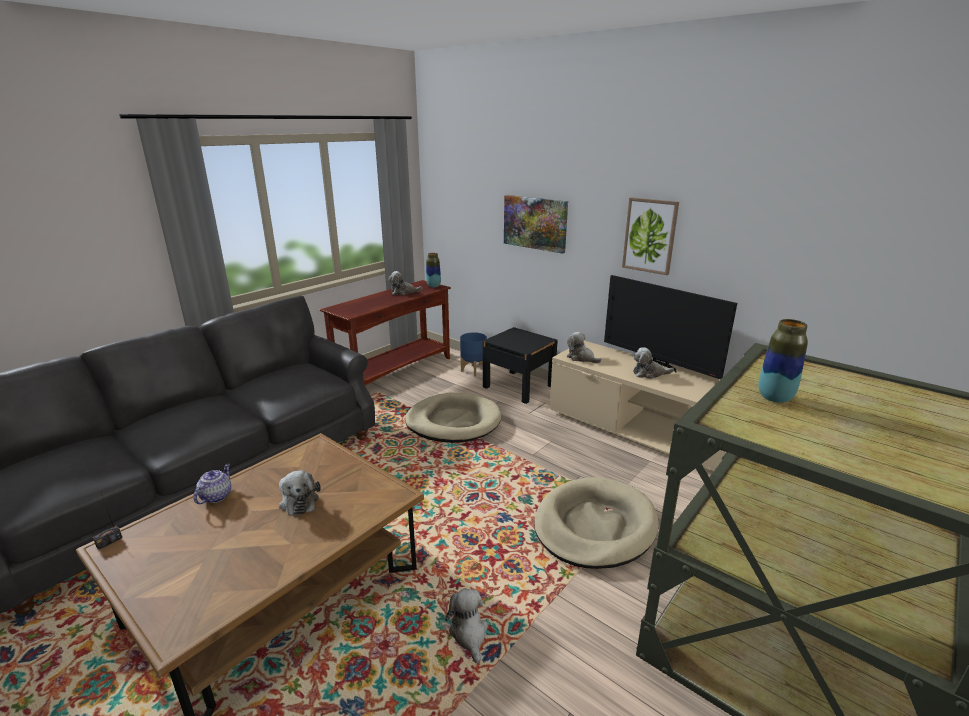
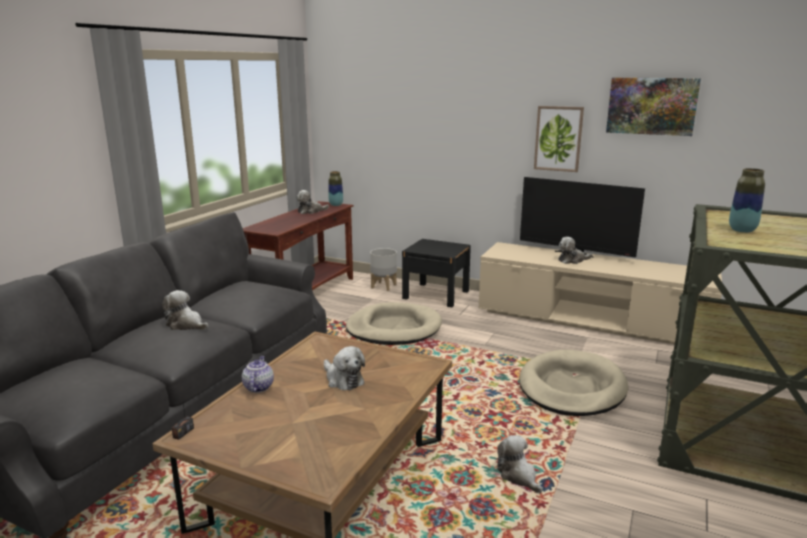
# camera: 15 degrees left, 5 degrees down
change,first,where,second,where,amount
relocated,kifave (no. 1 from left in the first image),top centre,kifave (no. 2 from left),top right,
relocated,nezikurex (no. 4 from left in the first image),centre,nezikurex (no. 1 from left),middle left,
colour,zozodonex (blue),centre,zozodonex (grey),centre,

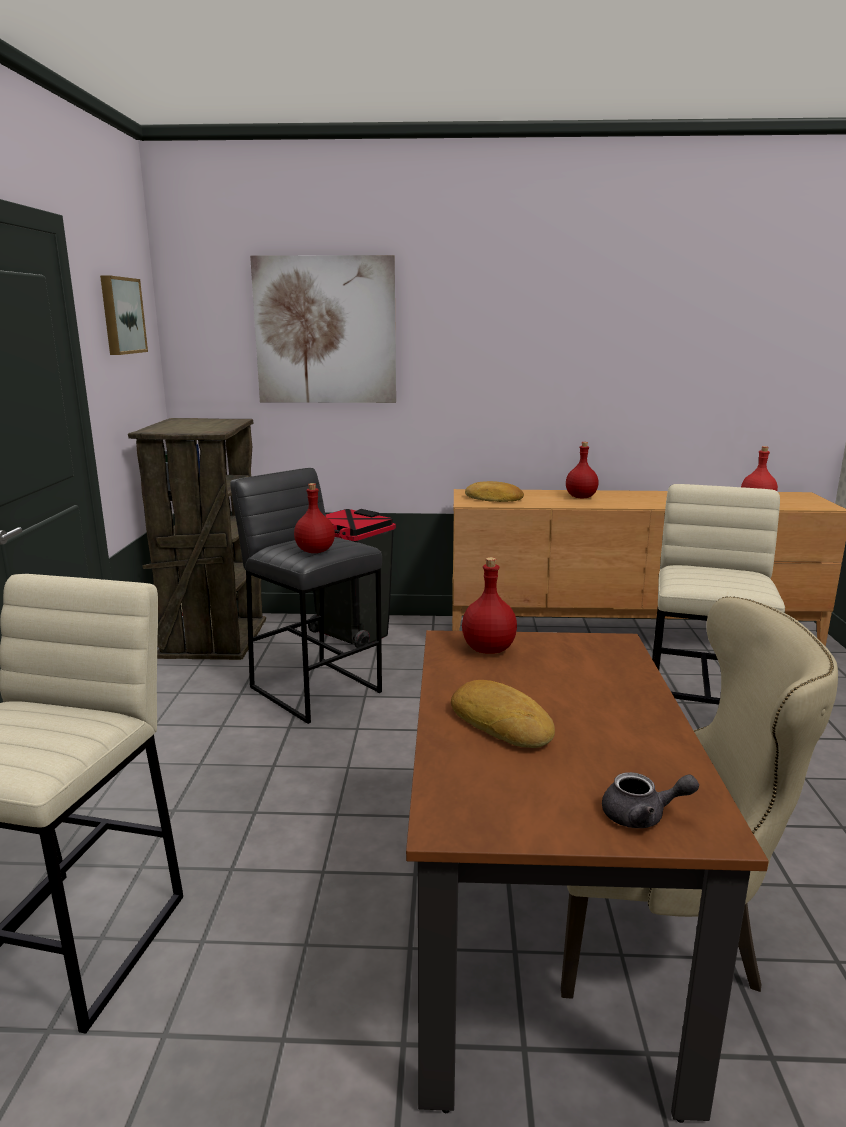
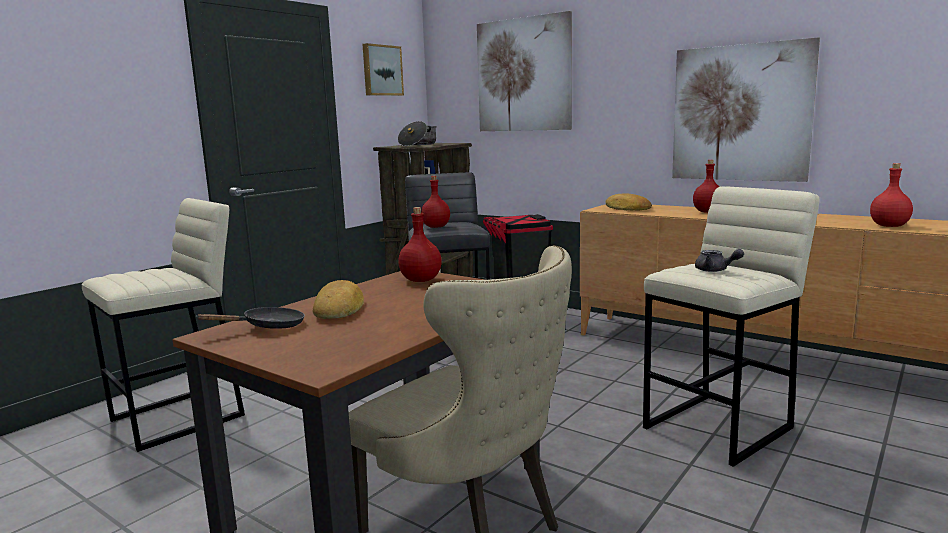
# camera: 35 degrees right, 5 degrees down
change,first,where,second,where,amount
appeared,,,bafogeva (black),middle left,
appeared,,,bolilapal,top centre,
appeared,,,kifave (no. 3 from left),top right,
relocated,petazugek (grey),bottom right,,middle right,

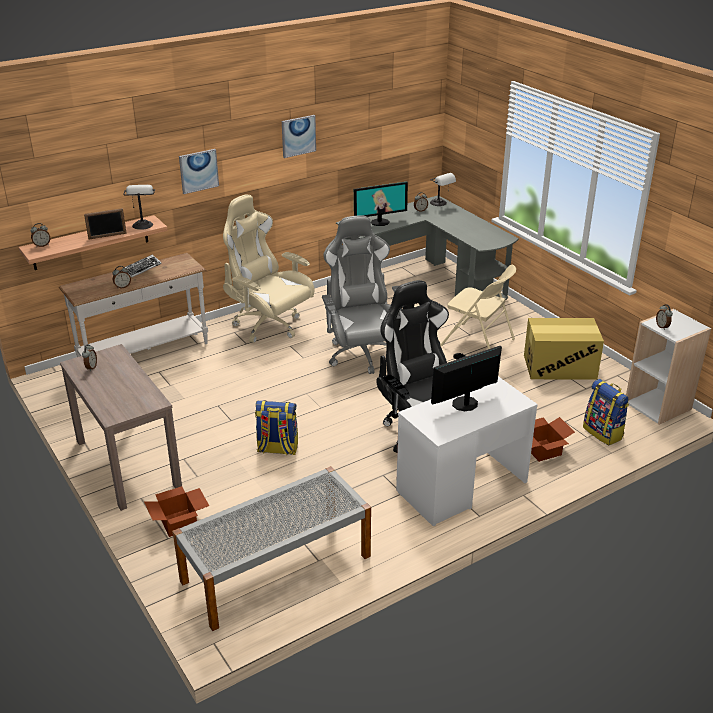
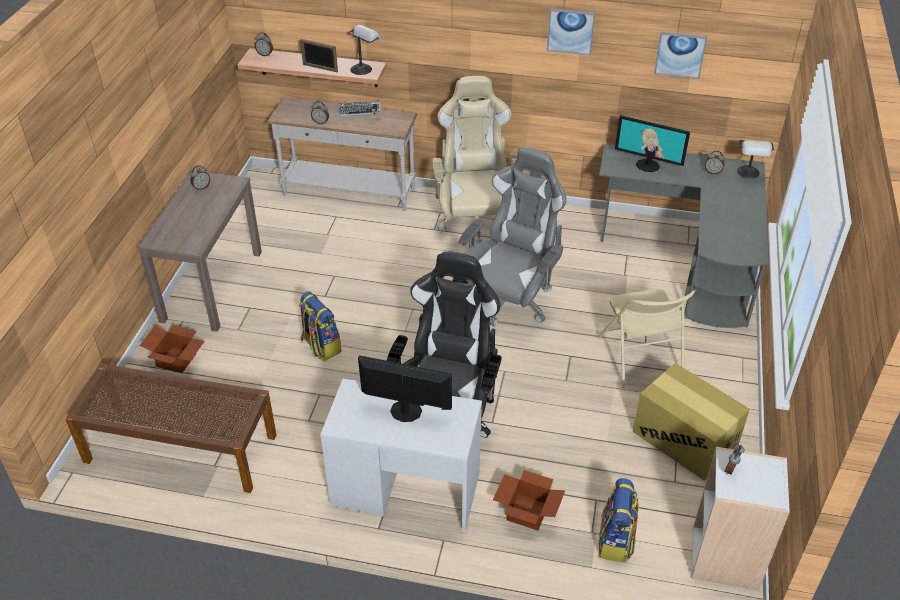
# camera: 45 degrees right, 10 degrees up
change,first,where,second,where,amount
relocated,kifave (no. 1 from left in the first image),top left,kifave (no. 2 from left),top right,
colour,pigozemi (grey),bottom centre,pigozemi (brown),bottom left,

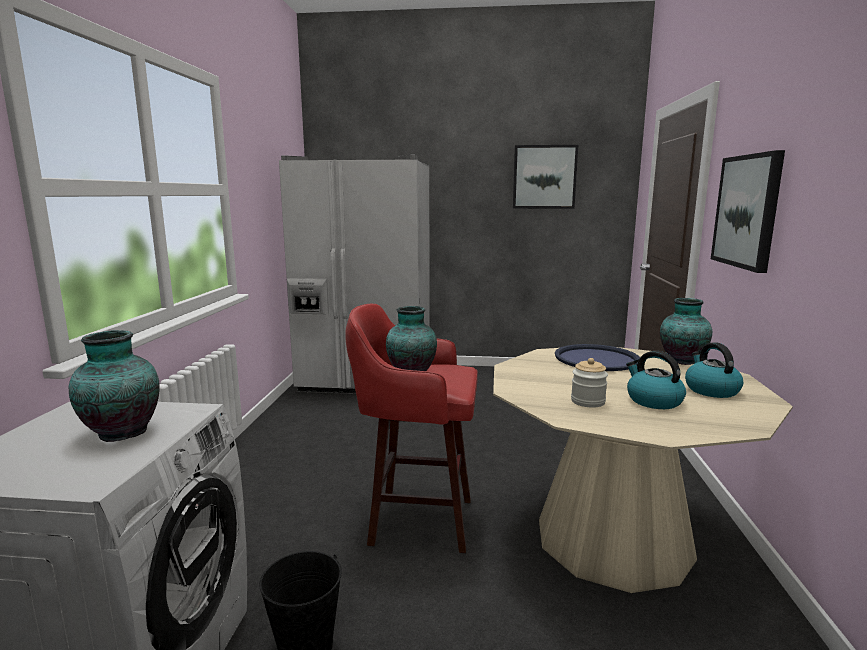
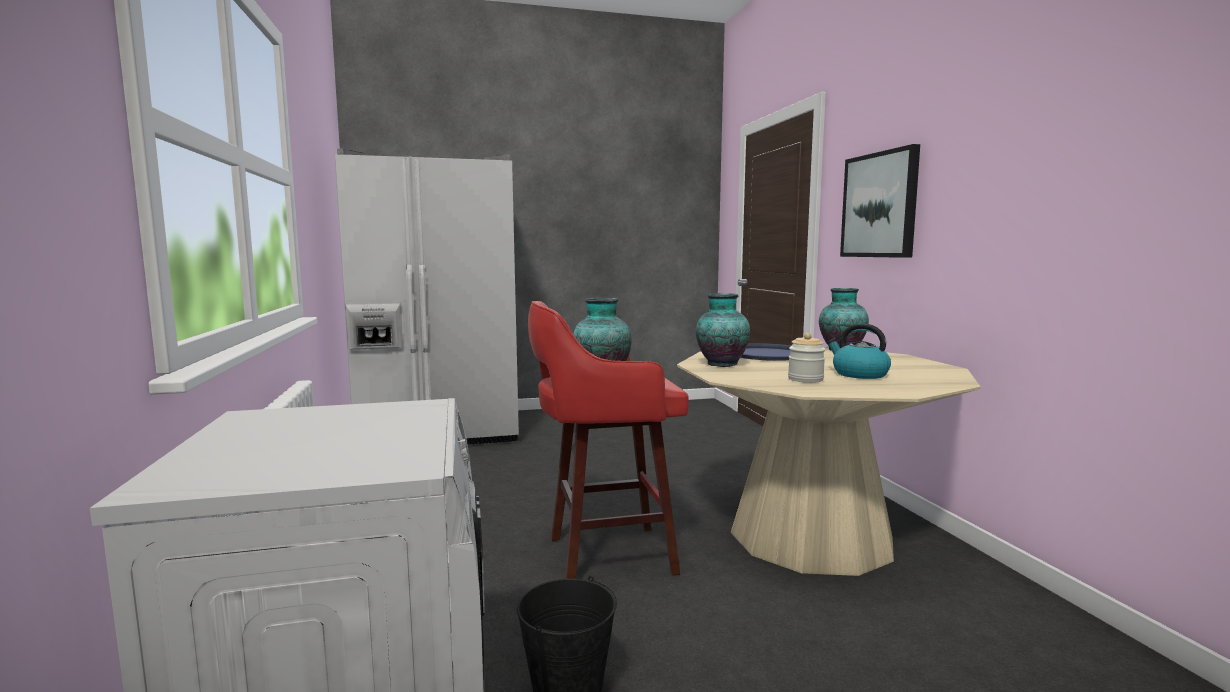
# camera: 20 degrees left, 5 degrees down
change,first,where,second,where,amount
missing,kifave (no. 1 from left),top centre,,,
missing,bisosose (no. 2 from left),middle right,,,
relocated,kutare (no. 1 from left in the first image),middle left,kutare (no. 2 from left),centre,

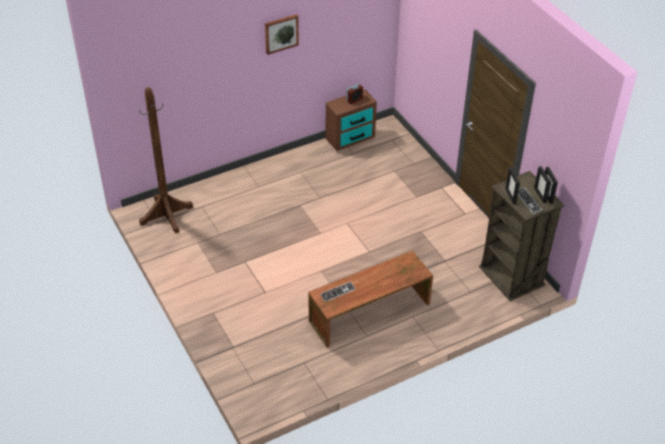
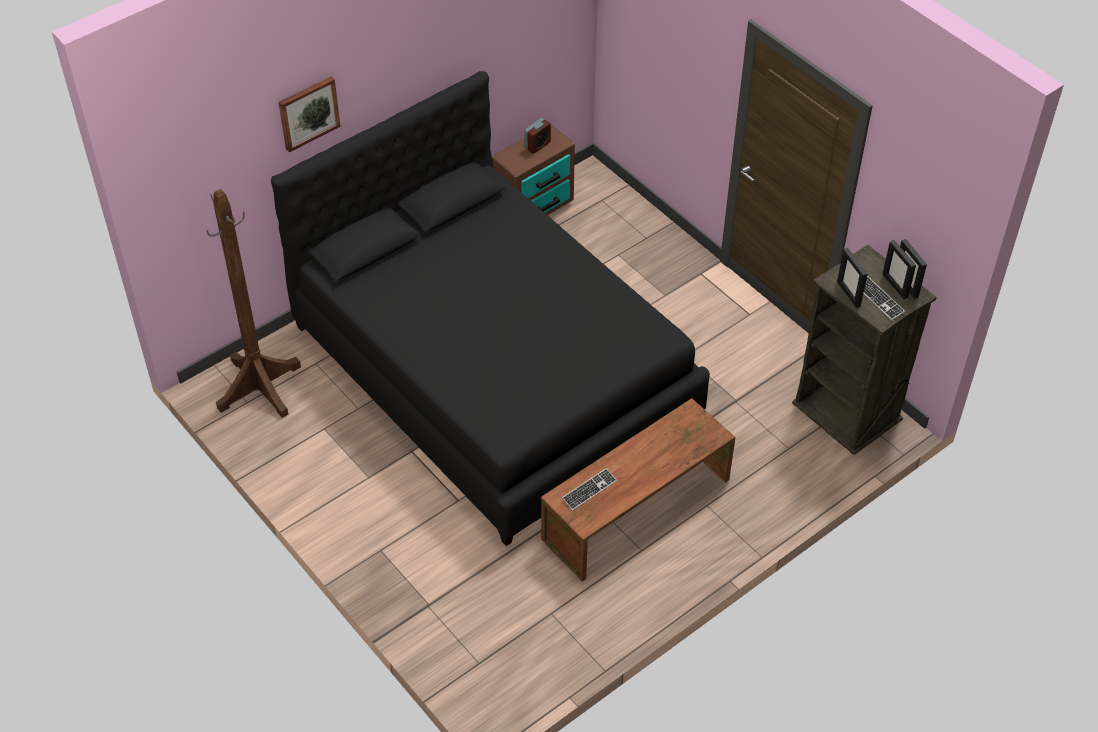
# camera: 10 degrees left, 5 degrees up
change,first,where,second,where,amount
appeared,,,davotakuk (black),centre,
relocated,kifave,top centre,,top left,

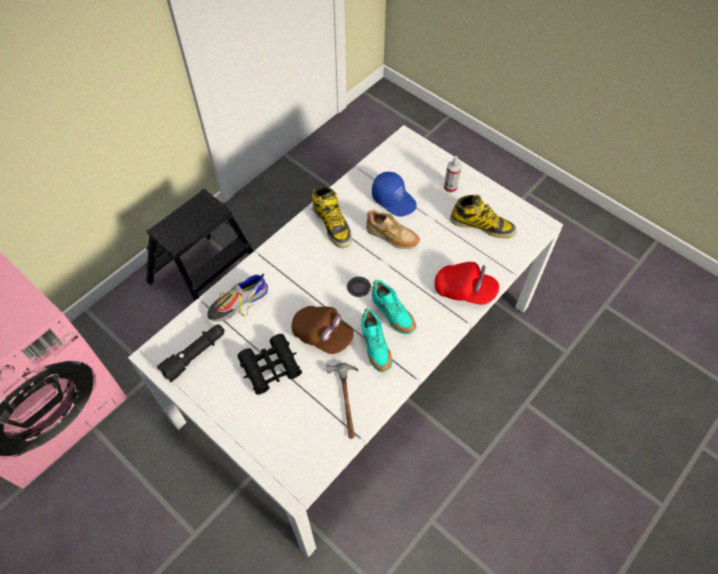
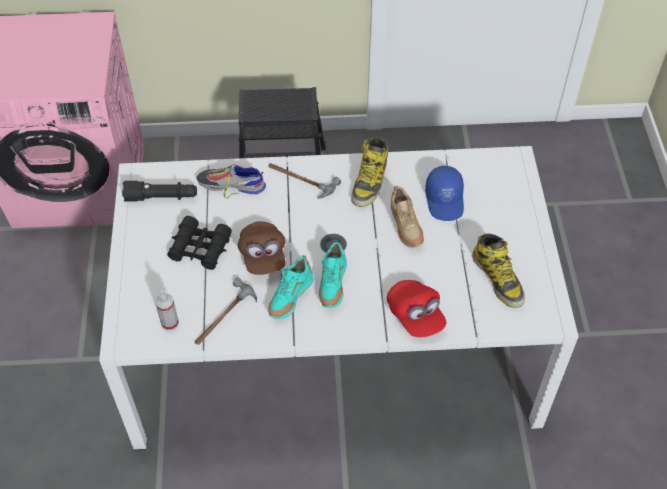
# camera: 45 degrees right, 5 degrees down
change,first,where,second,where,amount
appeared,,,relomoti (no. 2 from left),centre,
relocated,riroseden,top centre,,middle left,

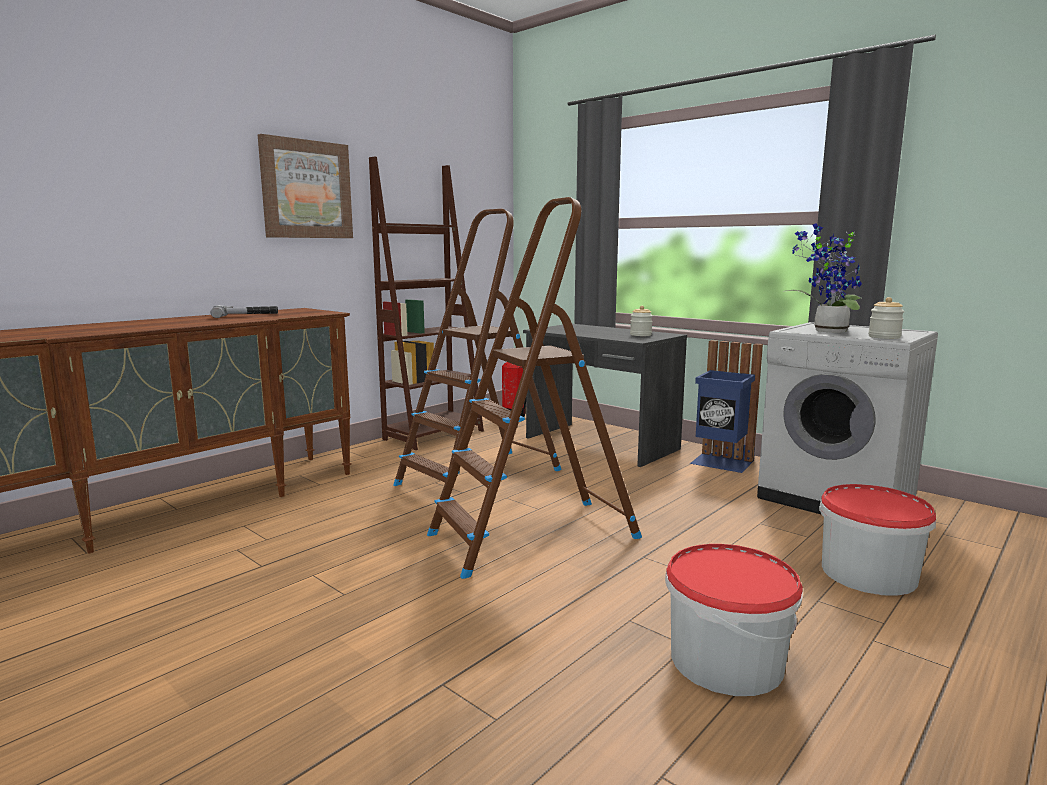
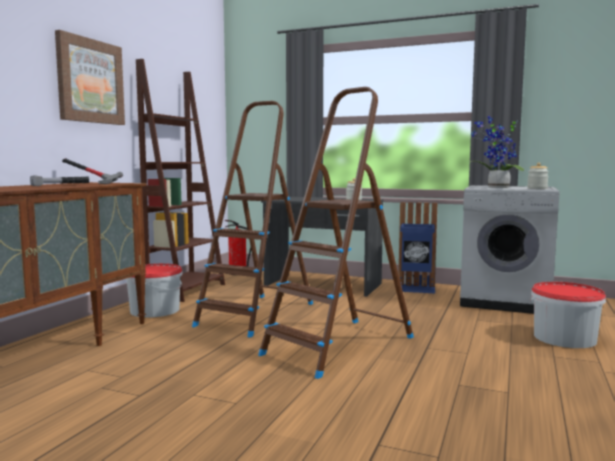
# camera: 20 degrees left, 5 degrees down
change,first,where,second,where,amount
appeared,,,relomoti (no. 2 from left),middle left,
relocated,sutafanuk (no. 1 from left),bottom right,,middle left,

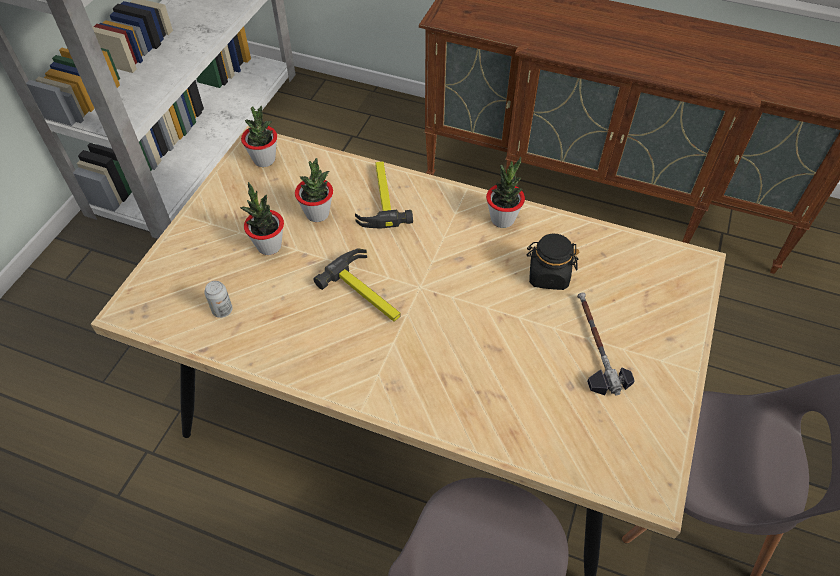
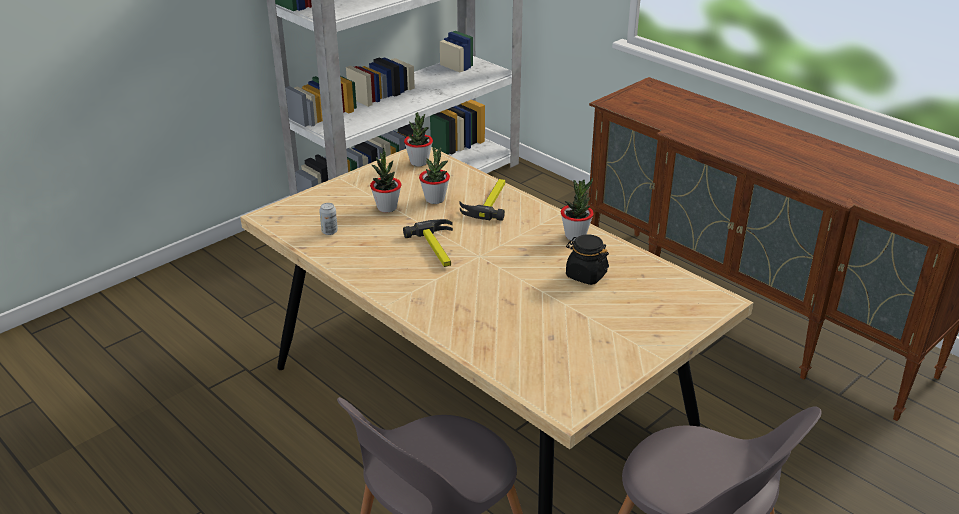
# camera: 25 degrees right, 20 degrees down
change,first,where,second,where,amount
missing,relomoti (no. 3 from left),middle right,,,

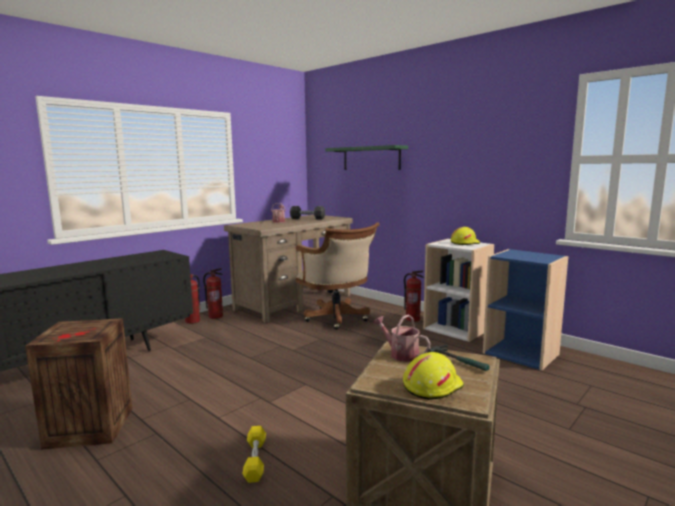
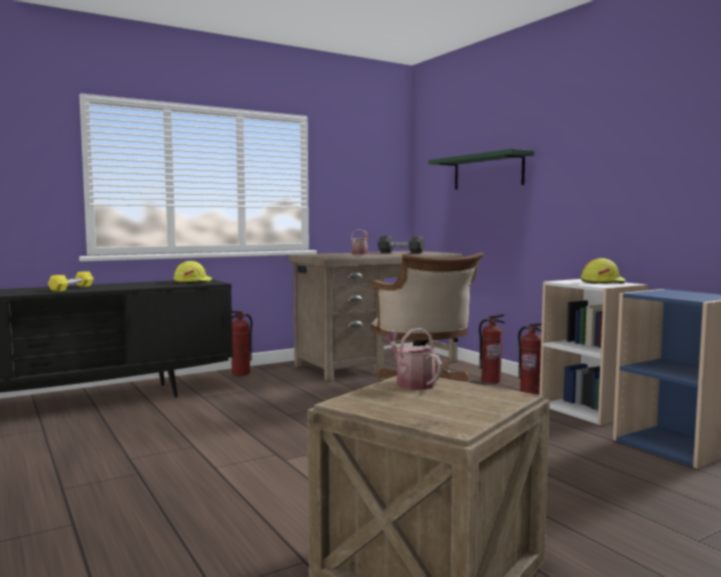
# camera: 15 degrees right, 5 degrees down
change,first,where,second,where,amount
missing,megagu (no. 1 from left),bottom left,,,
missing,relomoti,bottom right,,,
relocated,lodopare (no. 2 from left),middle left,,middle right,
relocated,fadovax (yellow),bottom centre,,middle left,
relocated,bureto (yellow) (no. 1 from left),bottom centre,,middle left,

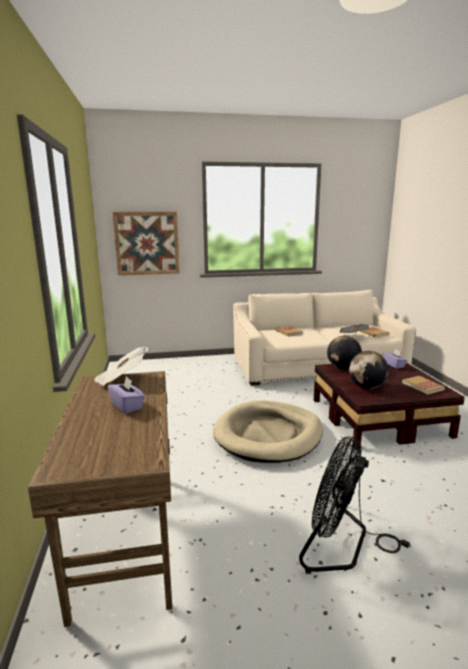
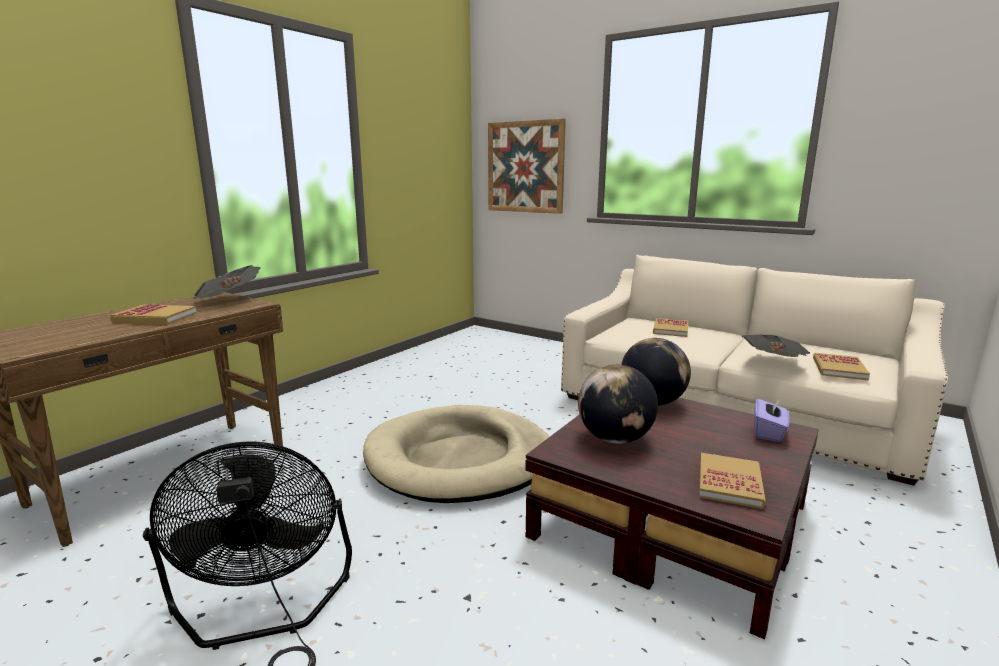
# camera: 45 degrees right, 0 degrees up
change,first,where,second,where,amount
exchanged,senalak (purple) (no. 1 from left),middle left,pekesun (no. 1 from left),middle left,

